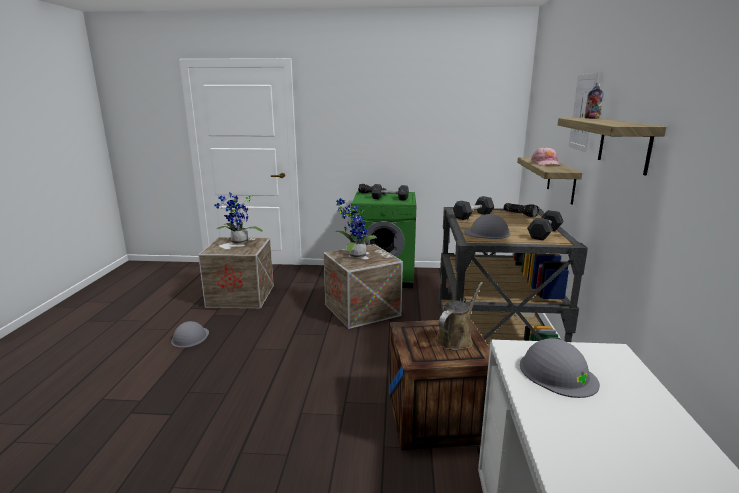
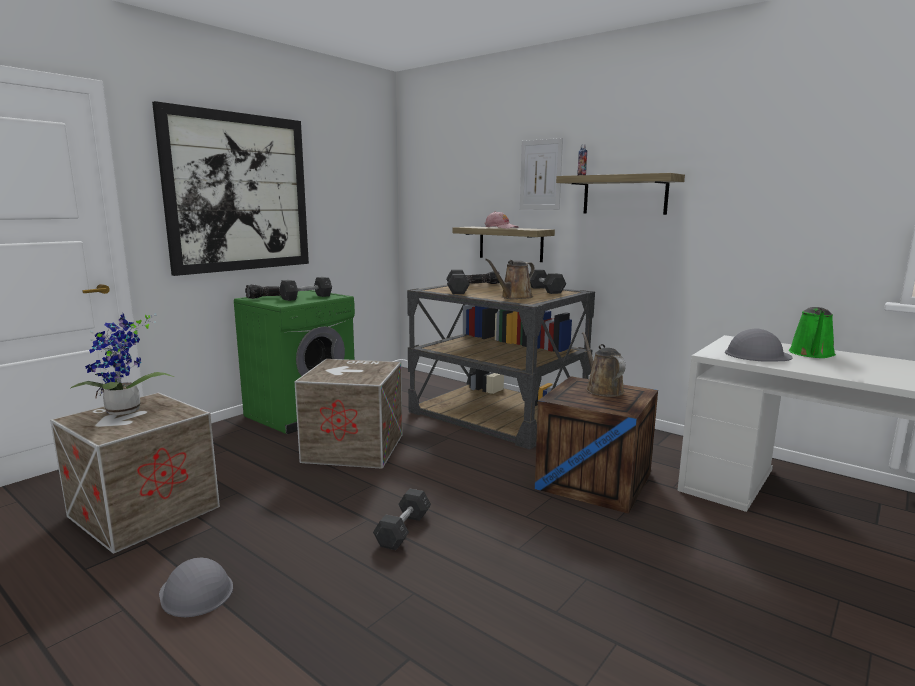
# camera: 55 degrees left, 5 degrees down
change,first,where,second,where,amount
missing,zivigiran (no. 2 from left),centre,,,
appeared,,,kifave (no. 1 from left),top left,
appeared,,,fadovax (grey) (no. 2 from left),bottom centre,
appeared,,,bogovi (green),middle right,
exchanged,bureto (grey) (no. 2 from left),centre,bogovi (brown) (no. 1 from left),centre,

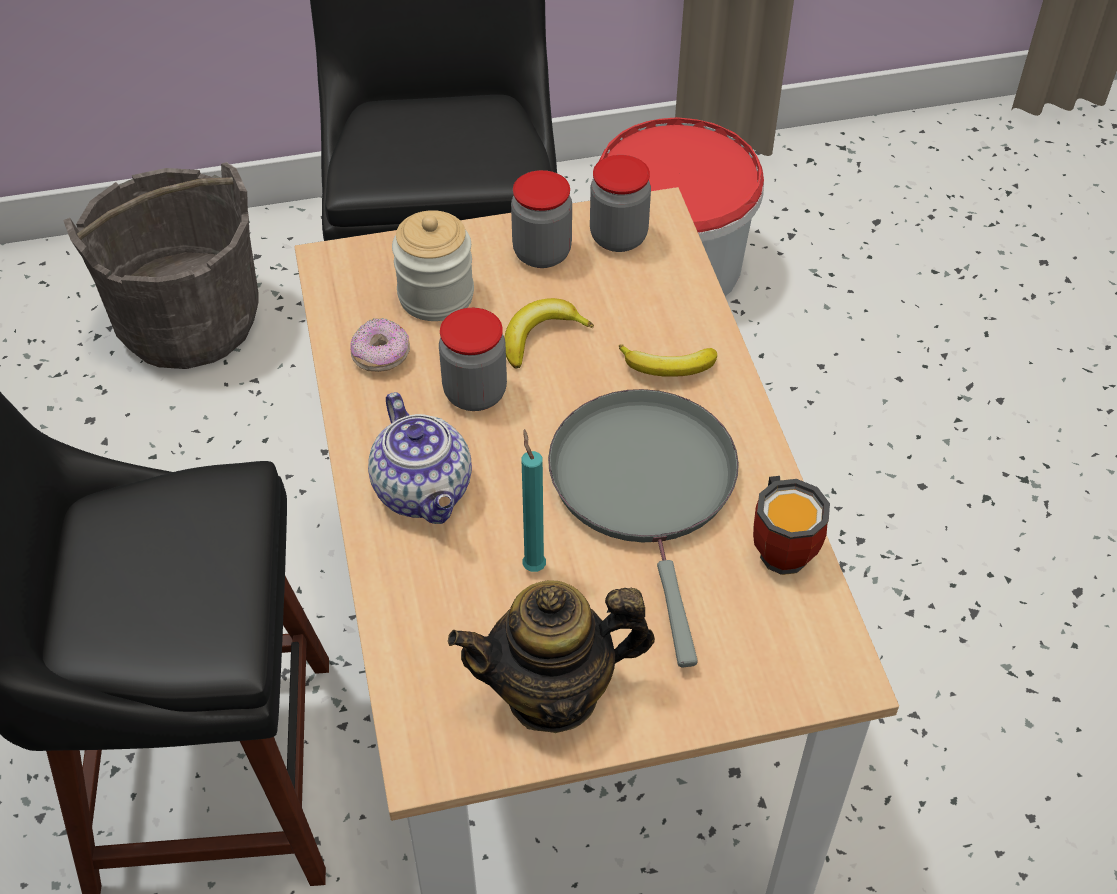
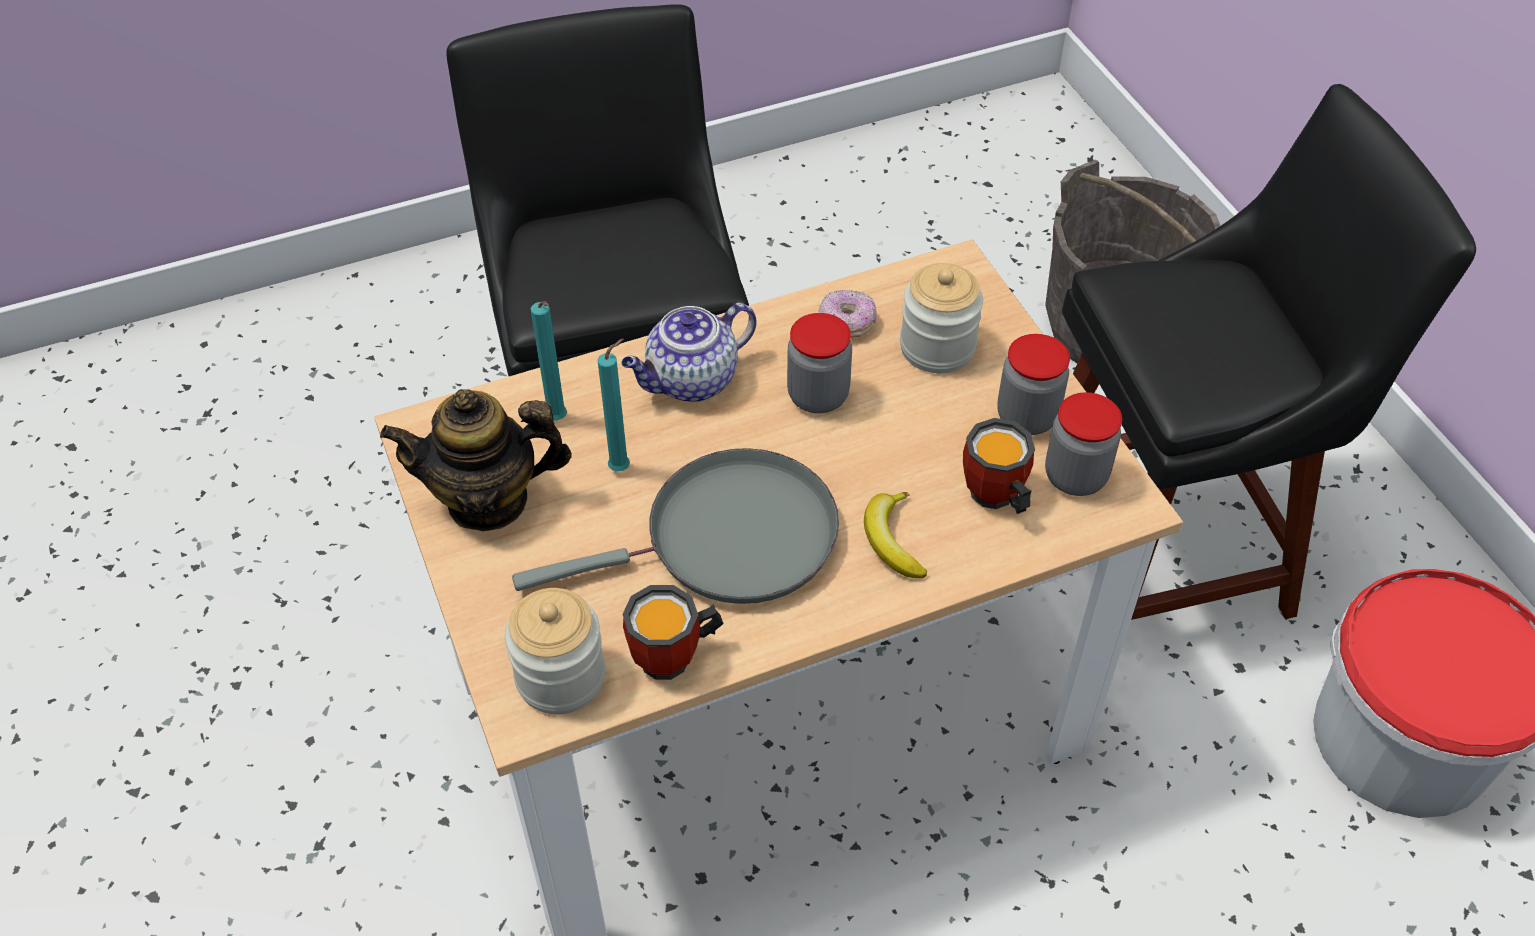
# camera: 80 degrees right, 0 degrees up
change,first,where,second,where,amount
missing,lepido (no. 1 from left),centre,,,
appeared,,,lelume (no. 1 from left),bottom centre,
appeared,,,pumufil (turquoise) (no. 1 from left),centre,
appeared,,,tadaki (no. 2 from left),centre,
spun,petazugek (no. 2 from left in the first image),bottom centre,petazugek (no. 1 from left),middle left,75 degrees counterclockwise

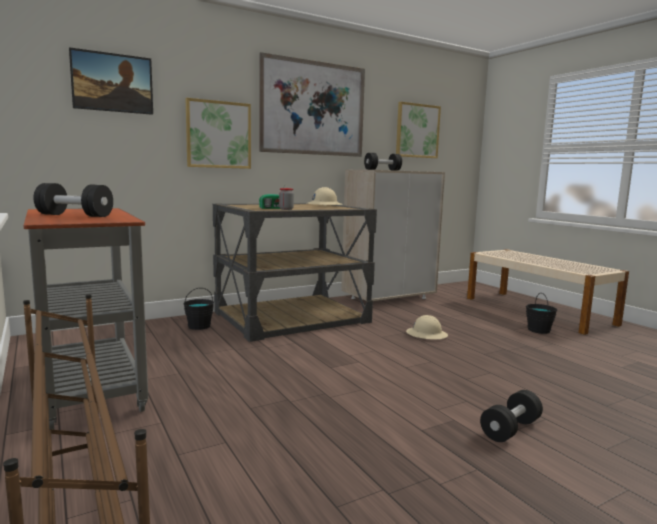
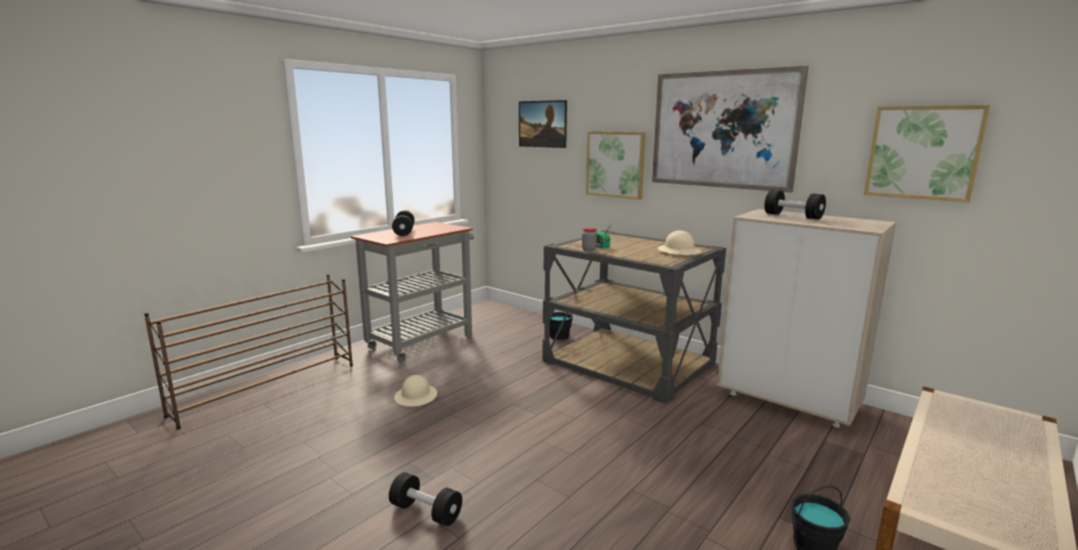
# camera: 70 degrees right, 5 degrees up
change,first,where,second,where,amount
relocated,bureto (beige) (no. 2 from left in the first image),centre,bureto (beige) (no. 1 from left),bottom centre,

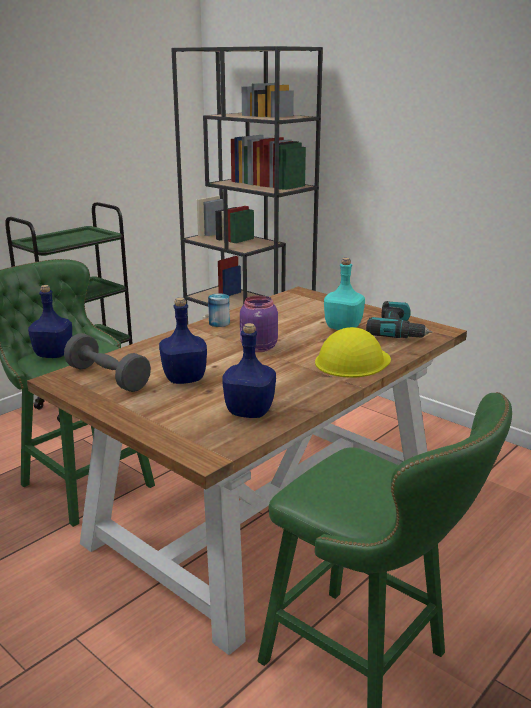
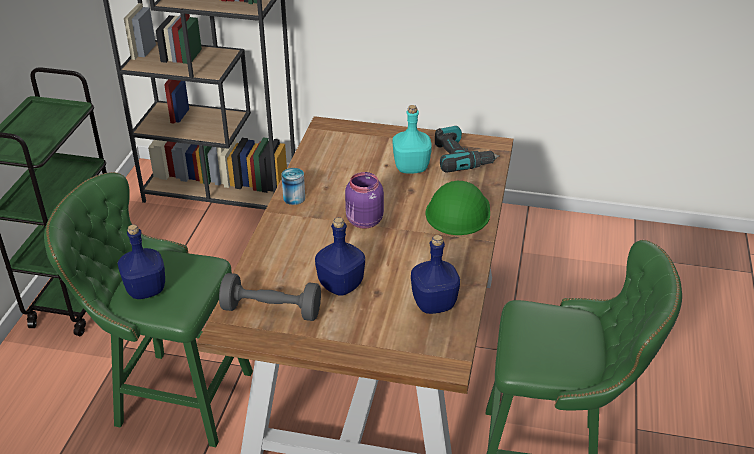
# camera: 30 degrees left, 15 degrees up
change,first,where,second,where,amount
colour,bureto (yellow),centre,bureto (green),centre,

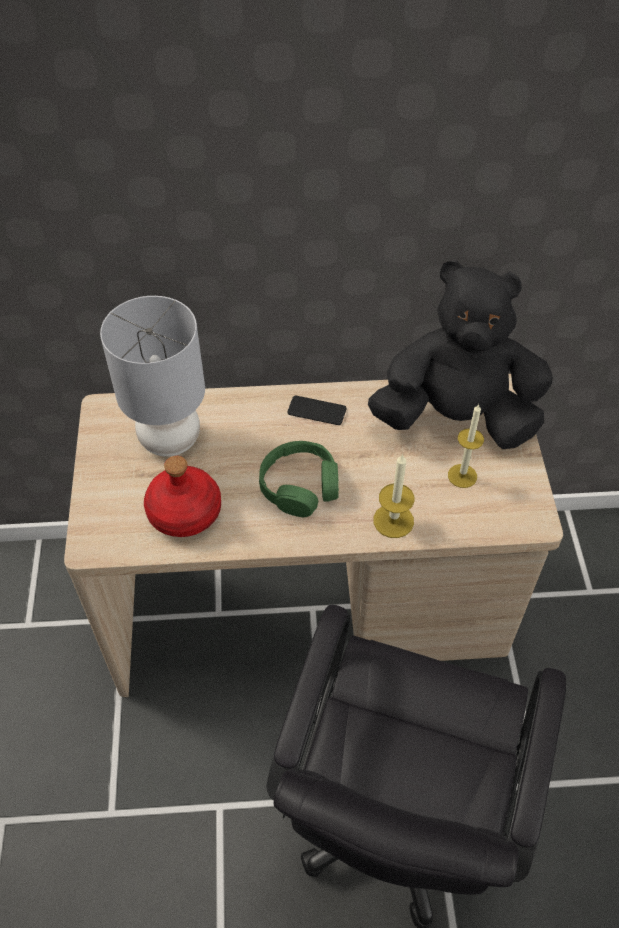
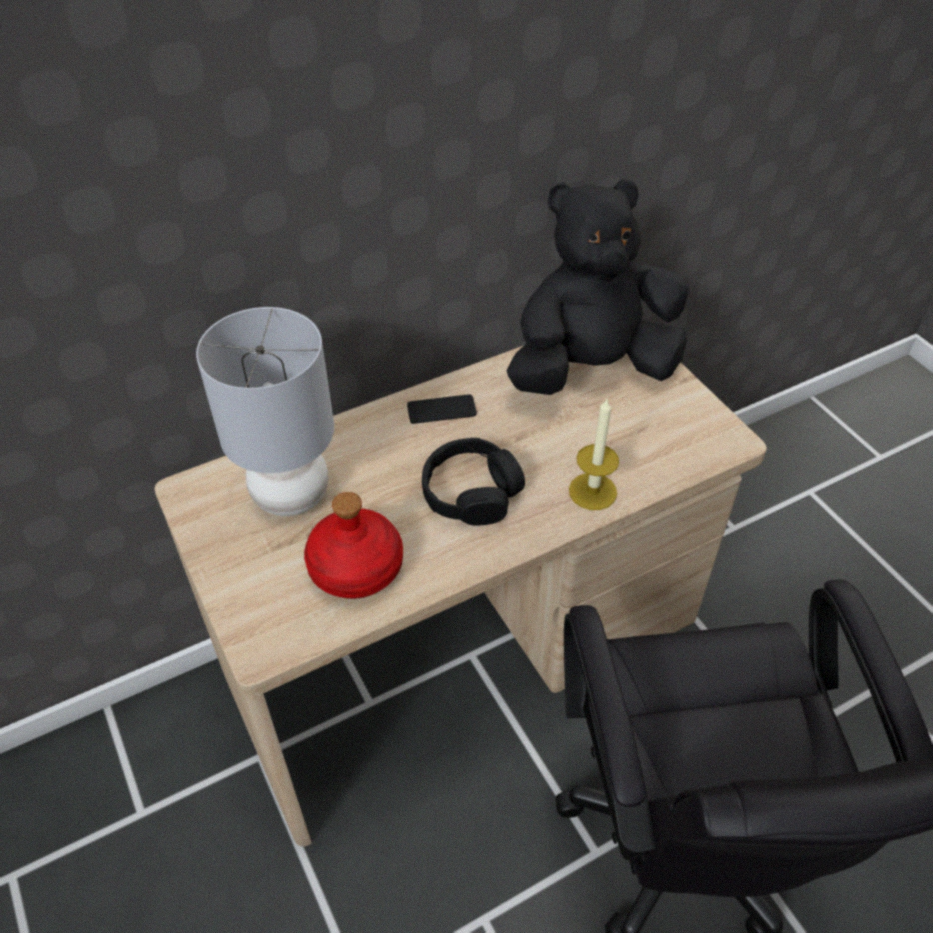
# camera: 25 degrees left, 5 degrees down
change,first,where,second,where,amount
missing,pumufil (no. 2 from left),middle right,,,
colour,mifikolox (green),centre,mifikolox (black),centre,

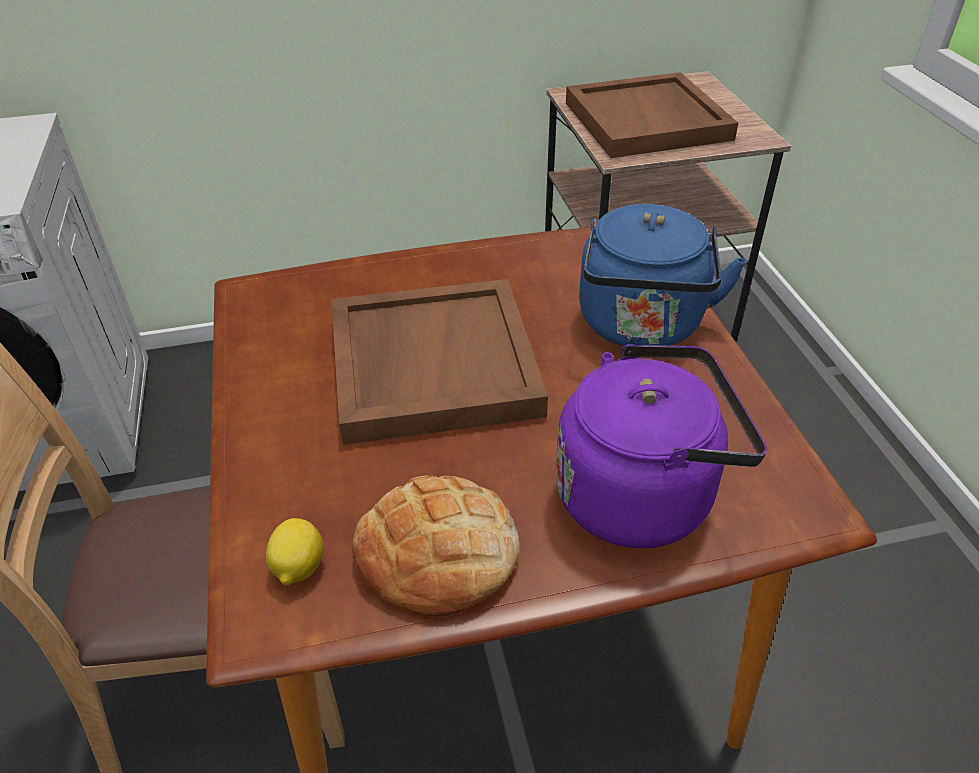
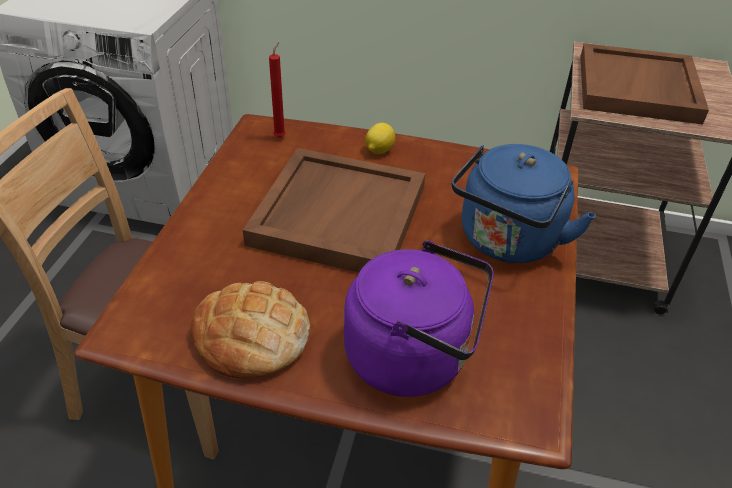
# camera: 25 degrees right, 0 degrees up
change,first,where,second,where,amount
appeared,,,pumufil (red),top centre,
relocated,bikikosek,bottom left,,top centre,

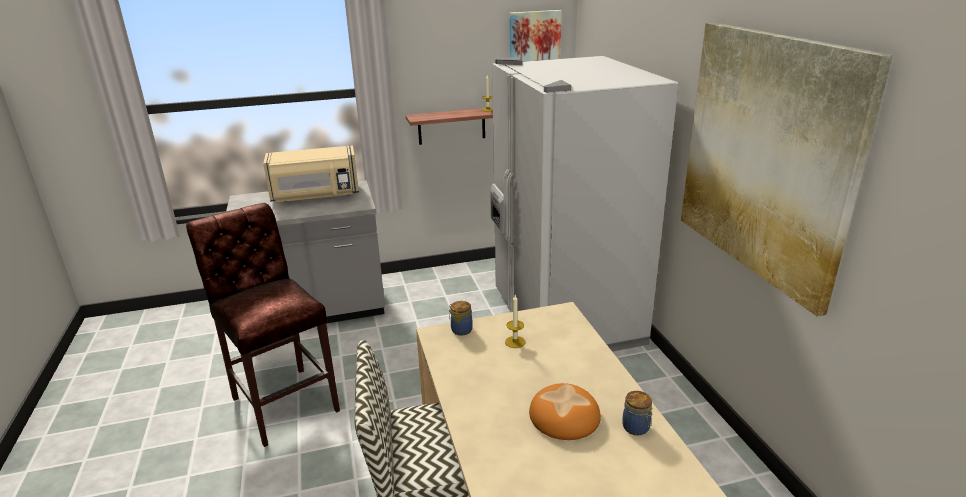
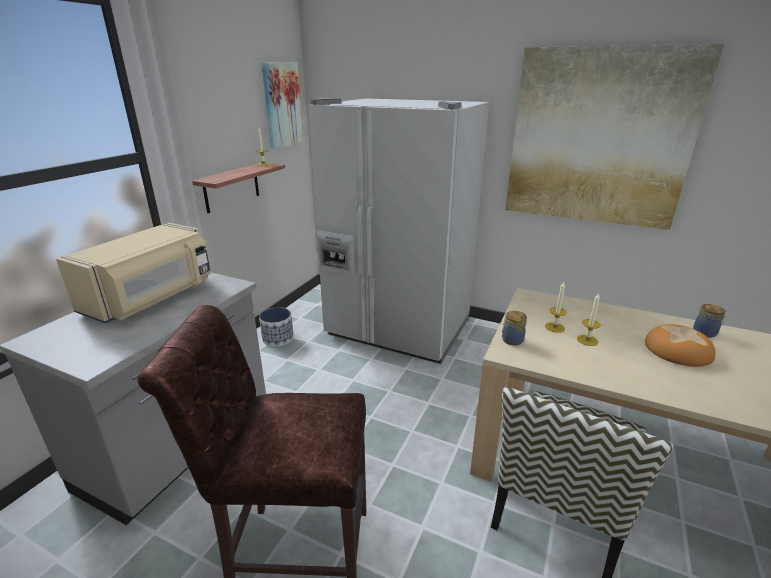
# camera: 50 degrees left, 0 degrees up
change,first,where,second,where,amount
appeared,,,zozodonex,centre,
appeared,,,pumufil (no. 3 from left),middle right,

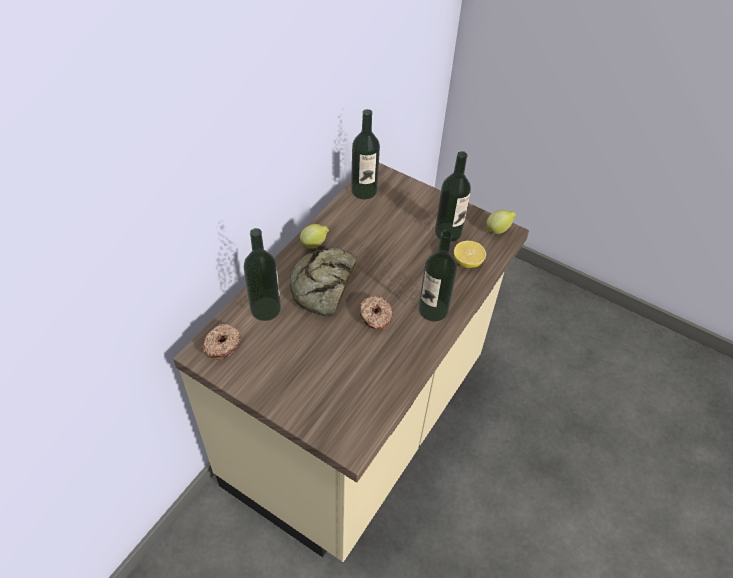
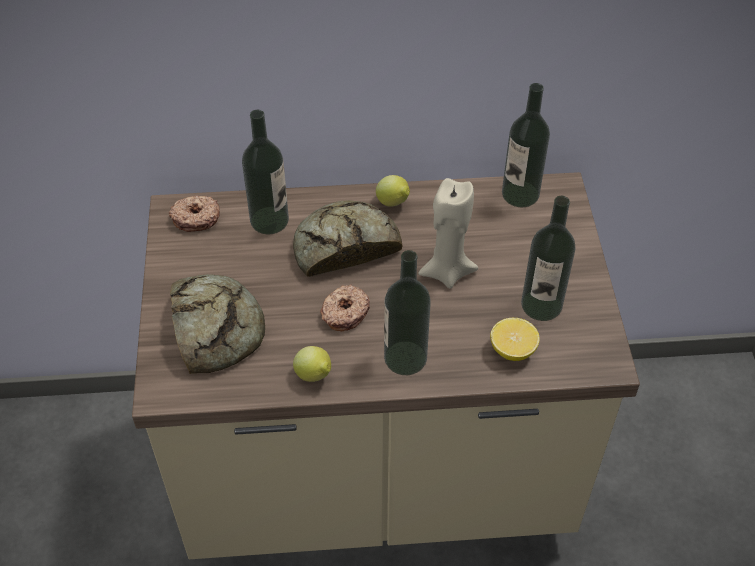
# camera: 55 degrees right, 0 degrees up
change,first,where,second,where,amount
appeared,,,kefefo (no. 1 from left),middle left,
appeared,,,pumufil (beige),centre,
relocated,bikikosek (no. 3 from left in the first image),middle right,bikikosek (no. 1 from left),centre,

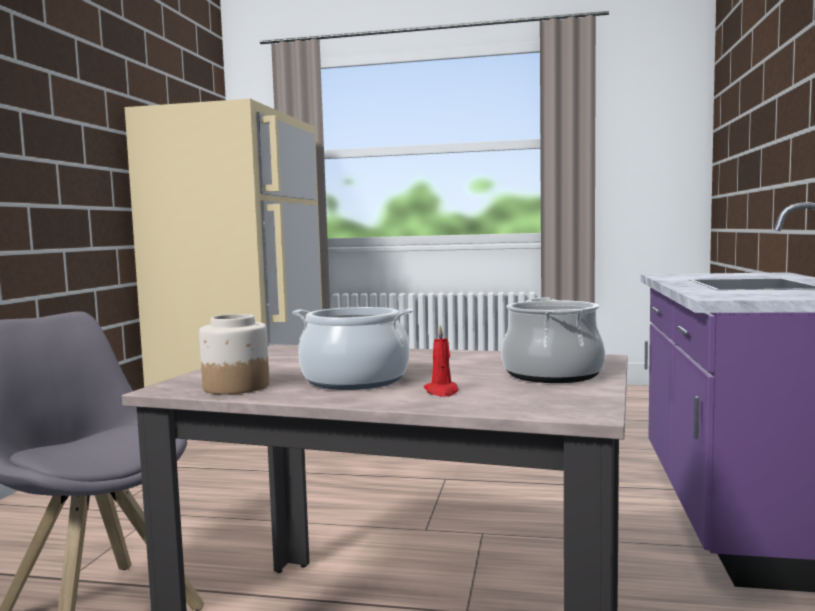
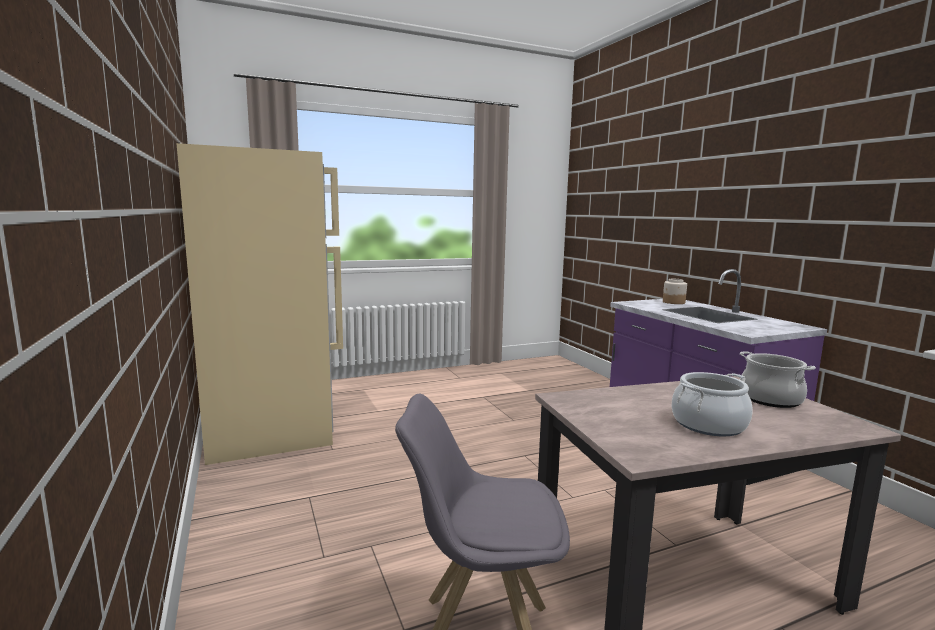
# camera: 35 degrees left, 5 degrees up
change,first,where,second,where,amount
missing,pumufil (red),centre,,,
relocated,lelume,middle left,,middle right,

